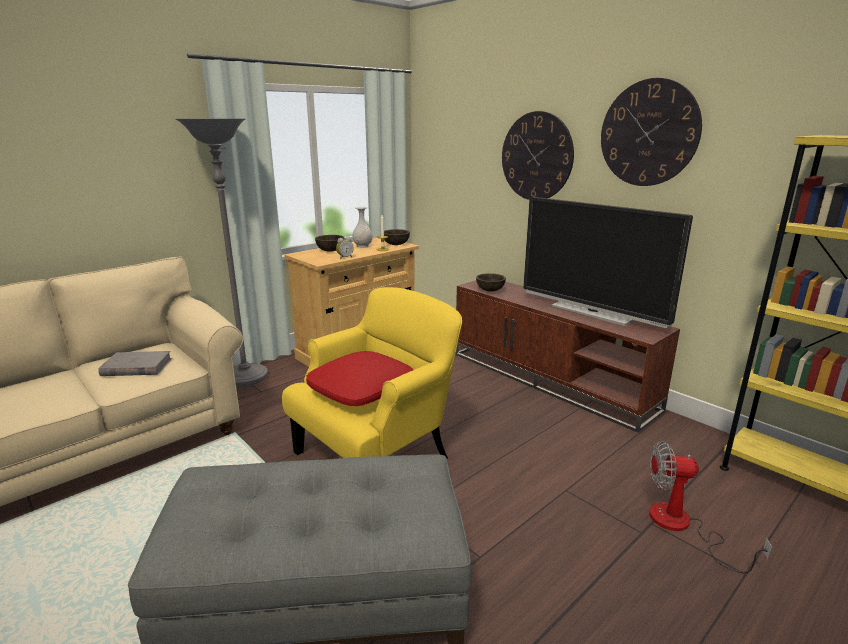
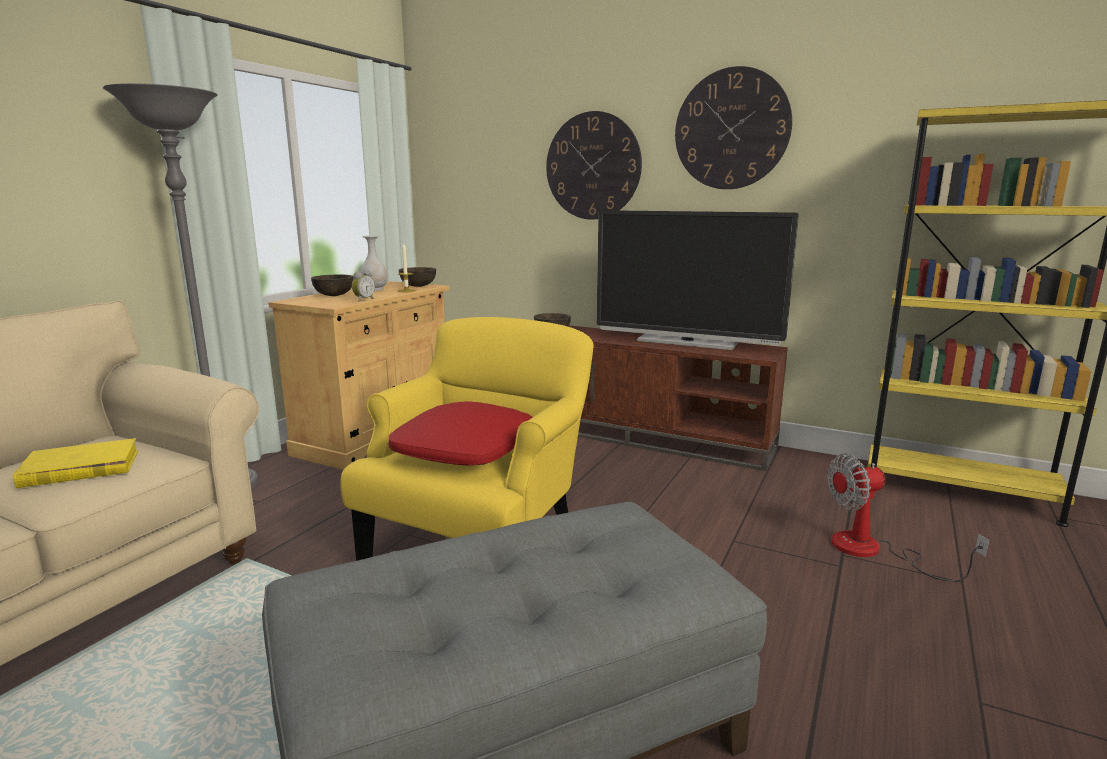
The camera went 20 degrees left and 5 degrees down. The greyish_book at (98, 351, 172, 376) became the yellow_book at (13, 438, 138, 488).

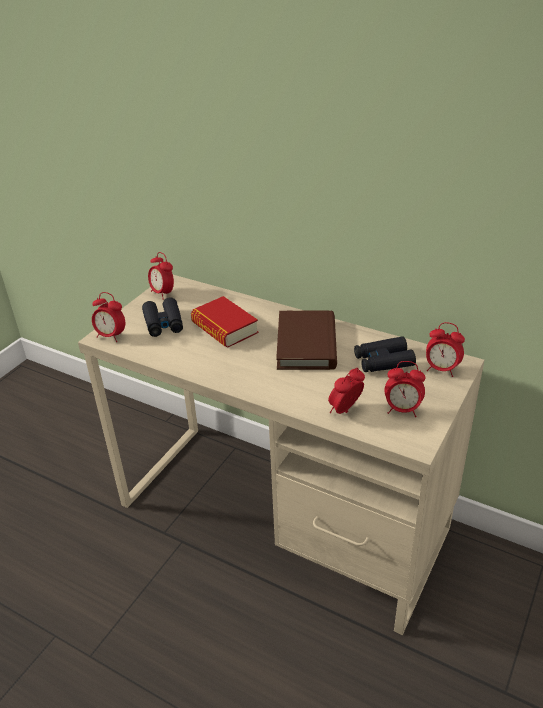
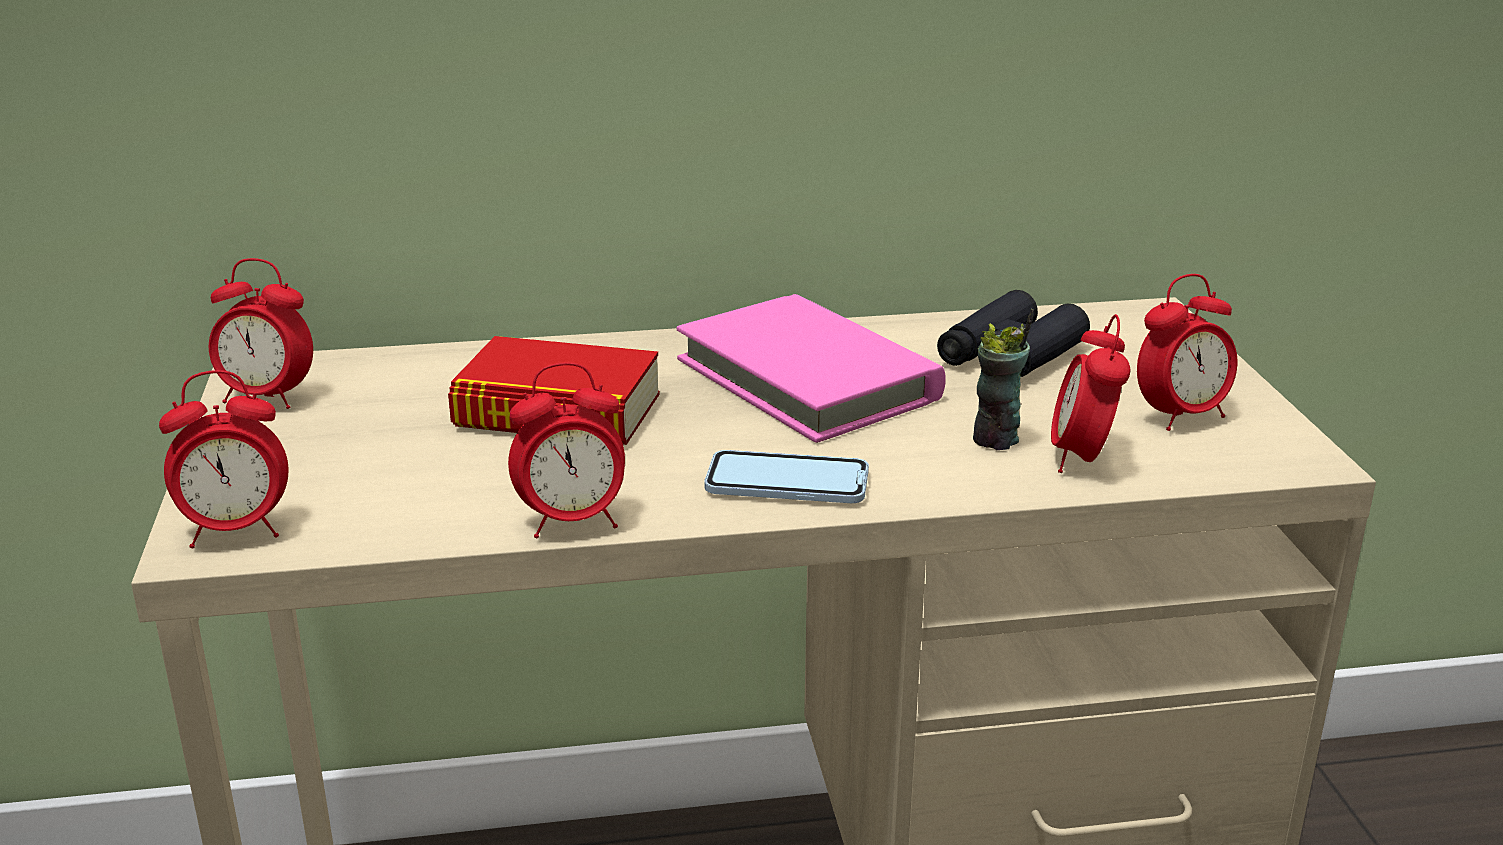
The camera went 40 degrees left and 10 degrees down. The black_field_glasses at (142, 297, 183, 337) disappeared. The brown_book at (276, 310, 337, 370) became the pink_book at (676, 294, 946, 443). The table_clock moved from (426, 322, 465, 377) to (508, 362, 625, 538). The cup at (973, 309, 1034, 450) appeared. The handset at (704, 450, 869, 503) appeared.

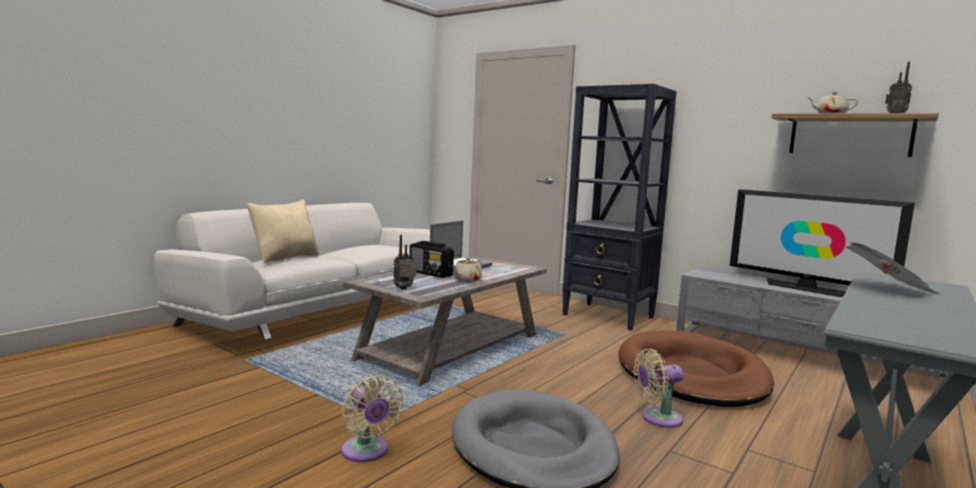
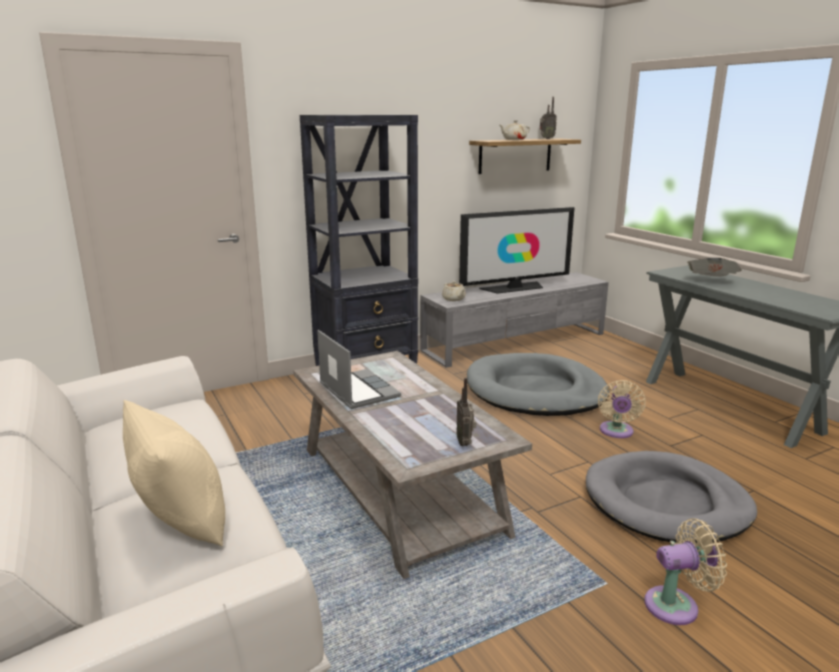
The camera went 65 degrees left and 10 degrees up. The radio_receiver at (409, 241, 454, 278) disappeared. The sand-coloured_tea_pot moved from (452, 257, 482, 282) to (442, 281, 466, 301). The brown_pet_bed at (618, 330, 774, 407) became the greyish_pet_bed at (467, 353, 609, 416).

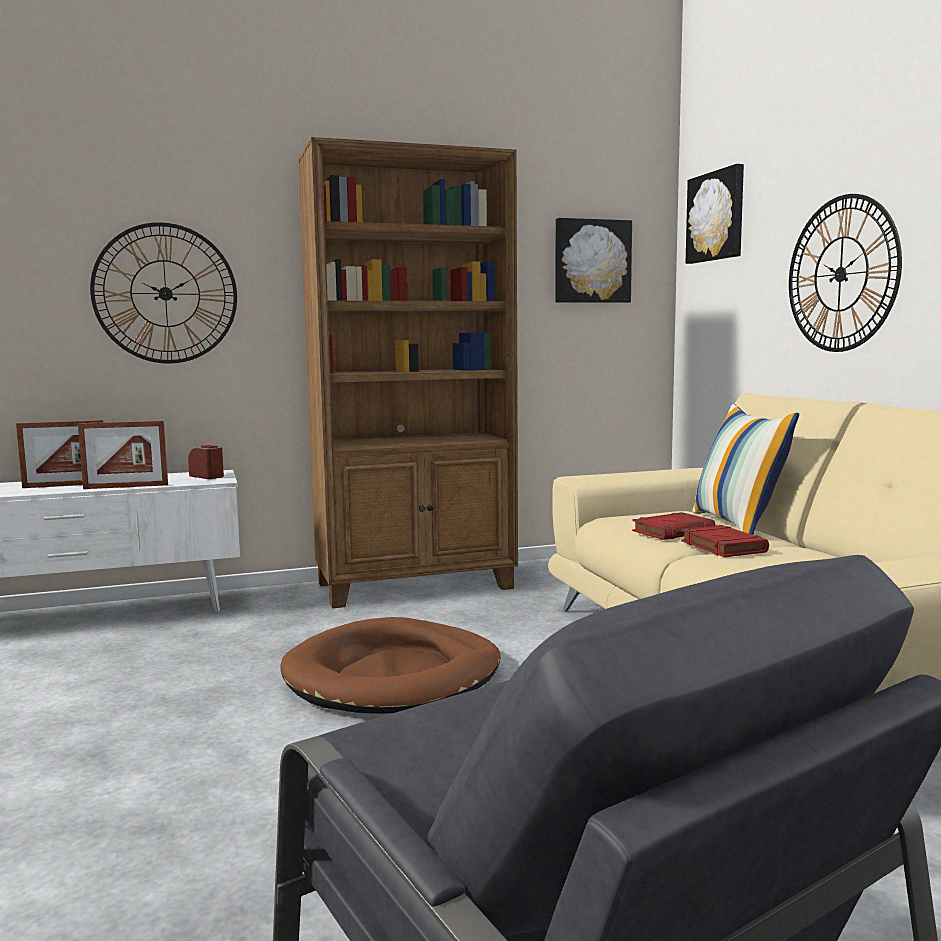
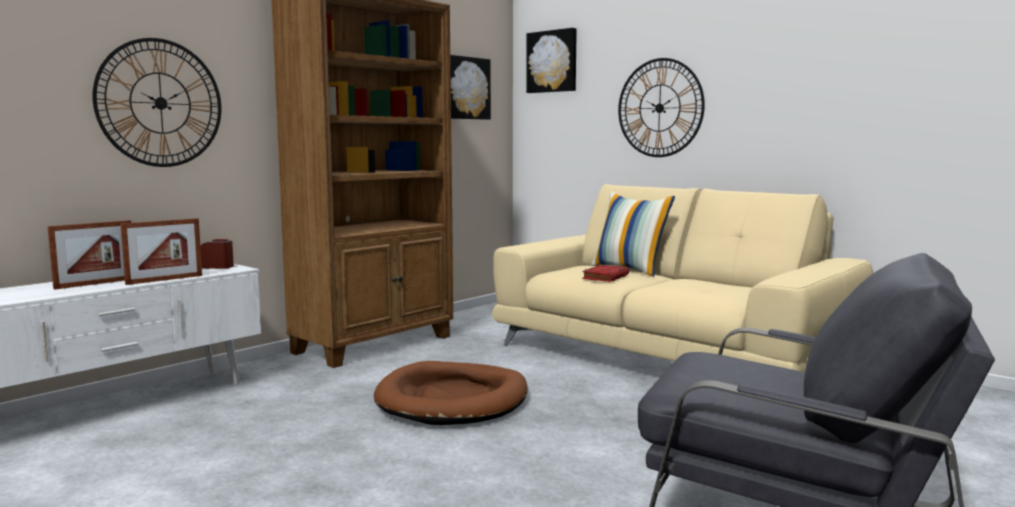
The camera went 30 degrees left and 0 degrees up. The red-coloured_book at (681, 525, 769, 557) disappeared.

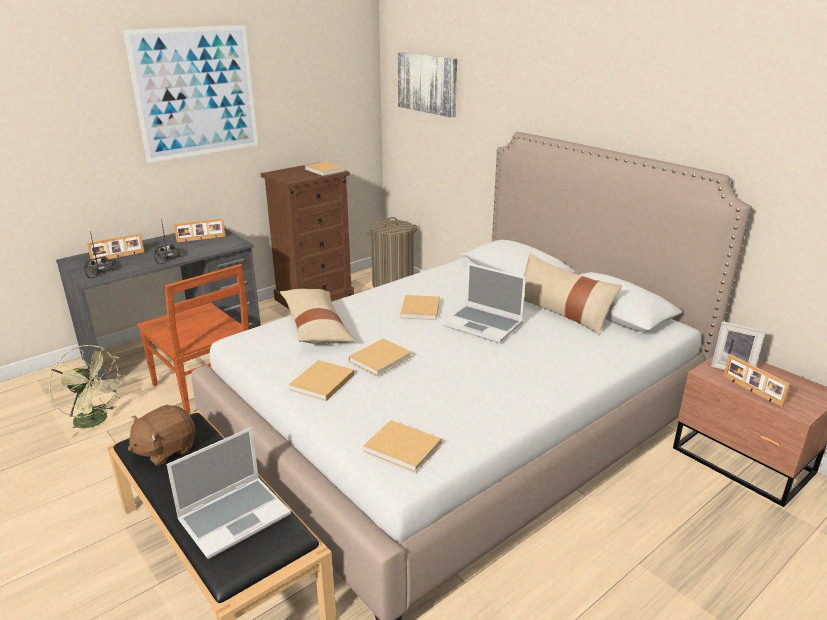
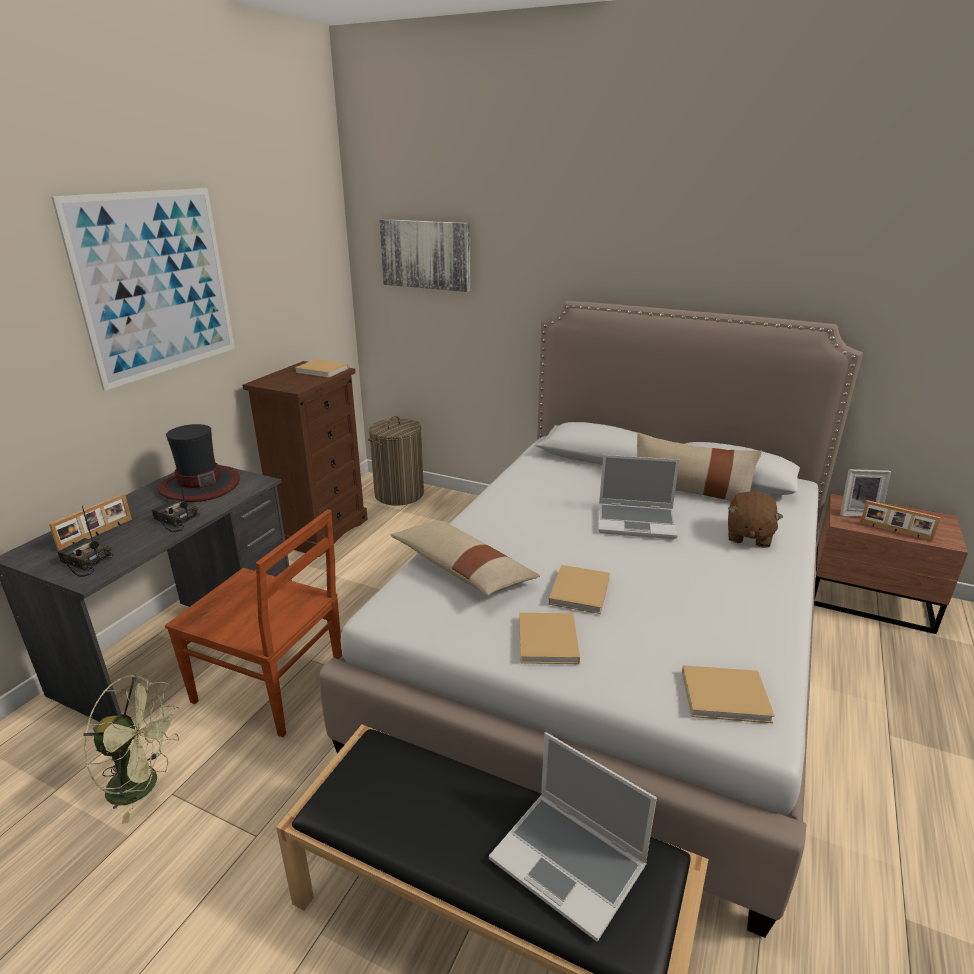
The camera went 25 degrees left and 0 degrees up. The picture_frame at (174, 218, 225, 242) was replaced by the wearable_hat at (158, 424, 240, 502). The sand-coloured_book at (400, 295, 440, 320) disappeared. The brown_cuddly_toy moved from (128, 405, 196, 466) to (728, 491, 783, 548). The laptop at (167, 427, 291, 559) turned 105 degrees clockwise.

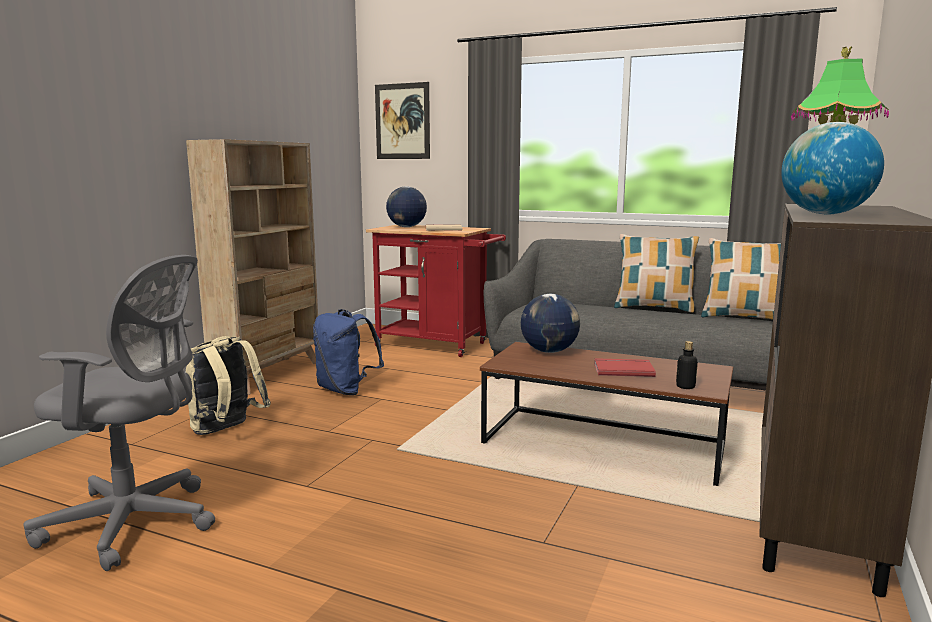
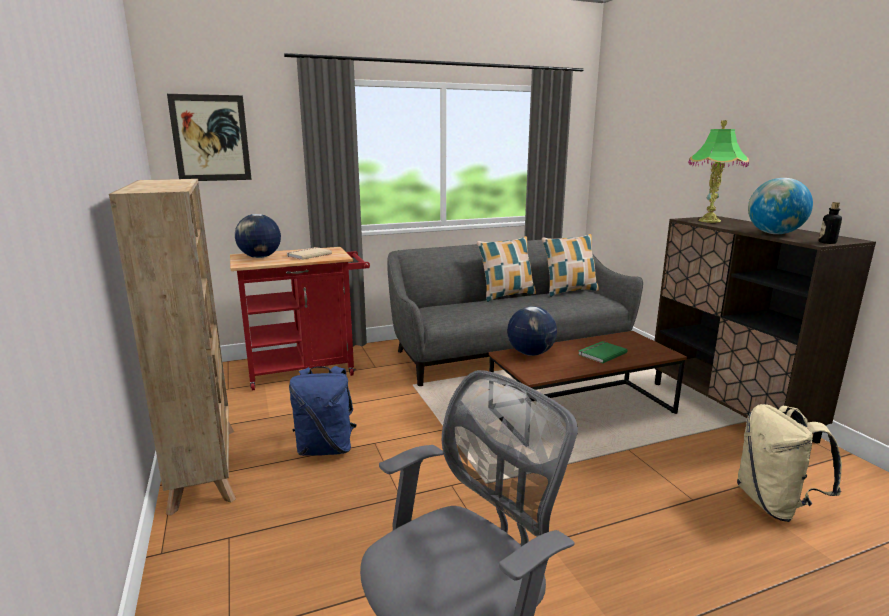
The camera went 45 degrees left and 5 degrees up. The sand-coloured_backpack moved from (186, 336, 271, 435) to (737, 404, 842, 522). The beverage_bottle moved from (676, 341, 698, 389) to (819, 202, 842, 244). The red-coloured_book at (594, 358, 656, 377) became the green-coloured_book at (578, 341, 628, 364).

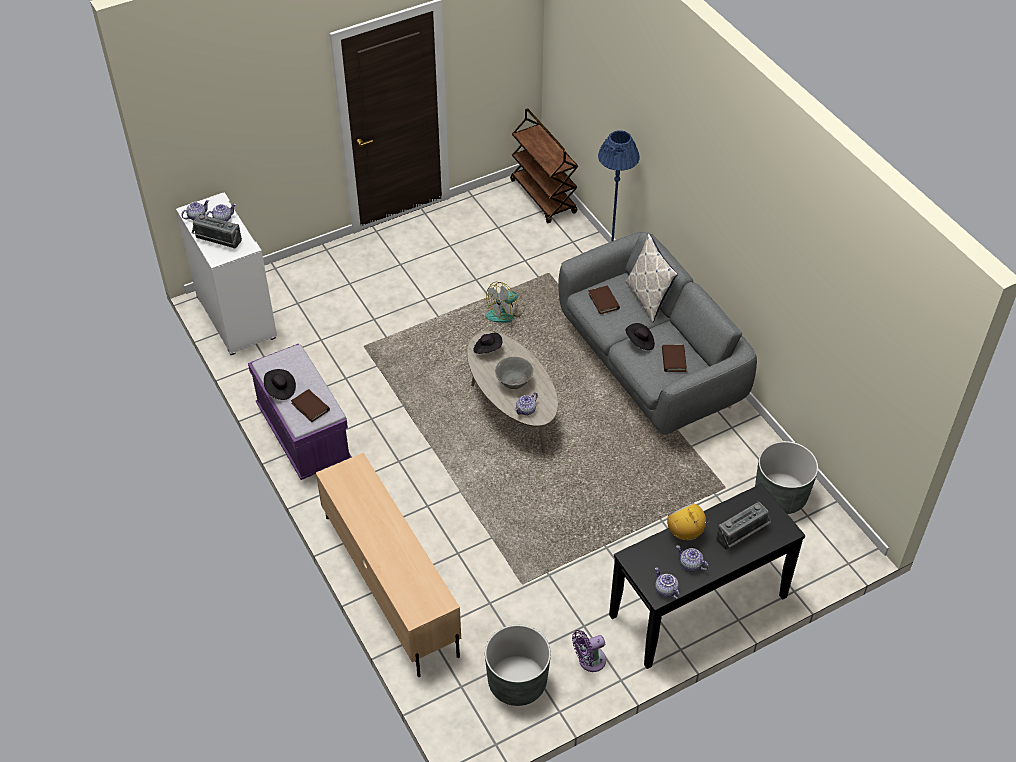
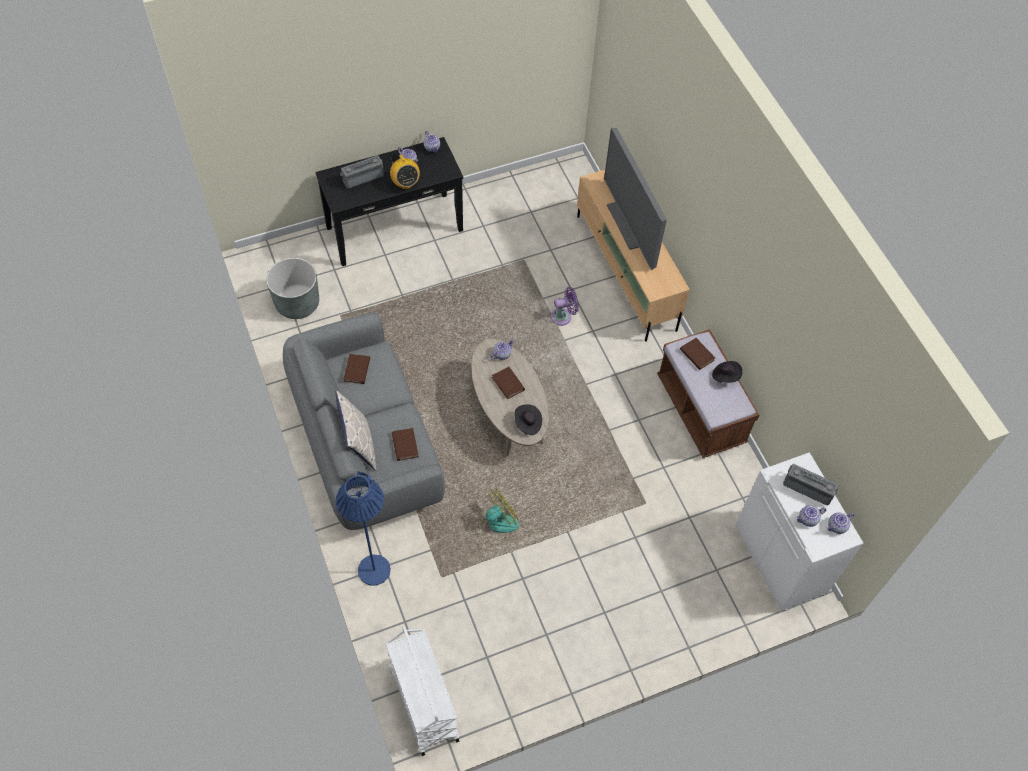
The camera went 175 degrees left and 10 degrees up. The brown_trolley at (510, 108, 578, 223) became the white-coloured_trolley at (386, 626, 459, 756). The black_wearable_hat at (625, 323, 655, 350) disappeared. The purple_long_seat at (248, 344, 352, 480) became the brown_long_seat at (657, 329, 759, 458). The greyish_serving_bowl at (495, 357, 533, 389) was replaced by the brown_book at (492, 367, 525, 400). The greyish_flower_pot at (485, 625, 551, 706) disappeared. The purple_fan moved from (572, 630, 606, 672) to (551, 287, 579, 326). The TV at (604, 128, 667, 270) appeared.

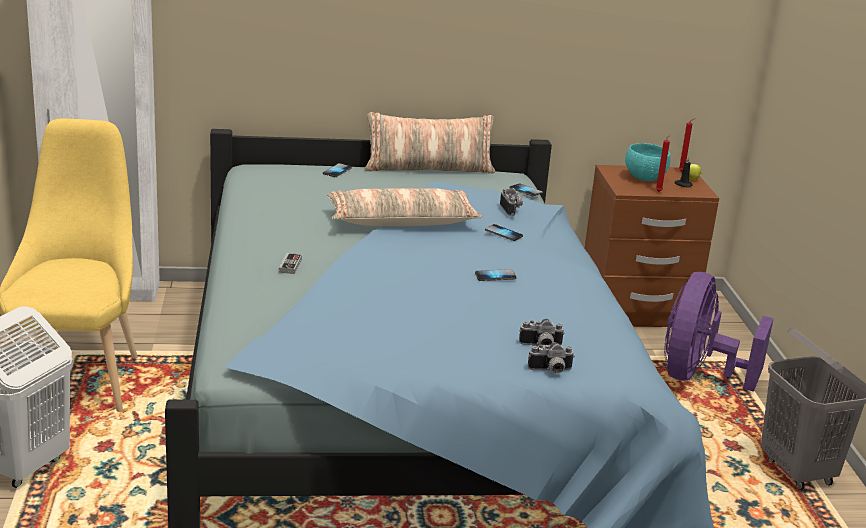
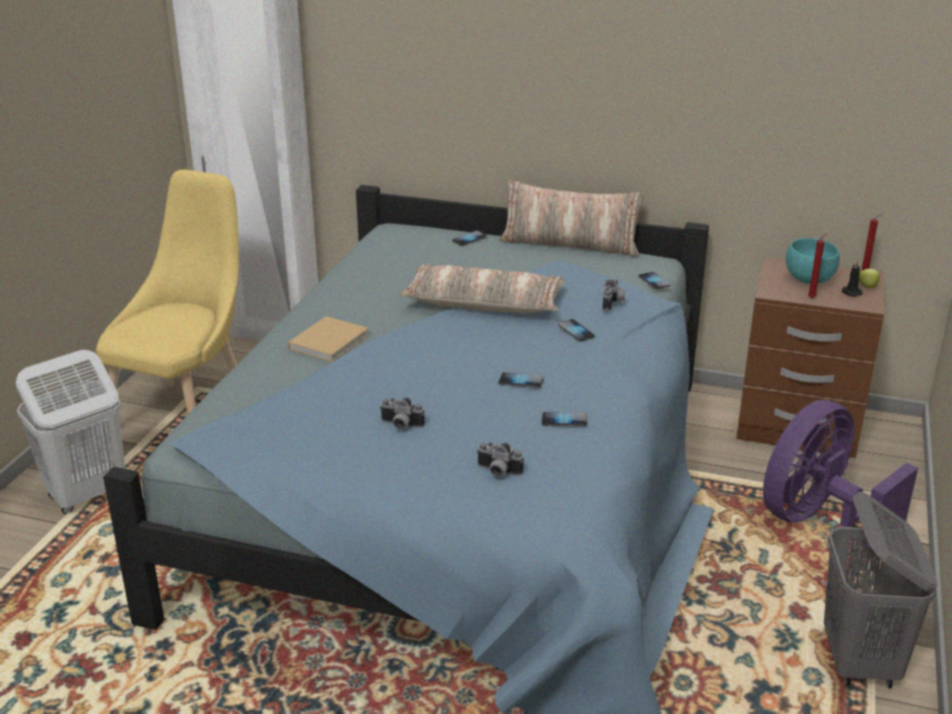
The camera went 25 degrees right and 5 degrees up. The joypad at (279, 253, 302, 274) was replaced by the sand-coloured_book at (288, 316, 369, 362). The still_camera moved from (528, 342, 575, 373) to (380, 398, 425, 429). The handset at (542, 412, 587, 427) appeared.

